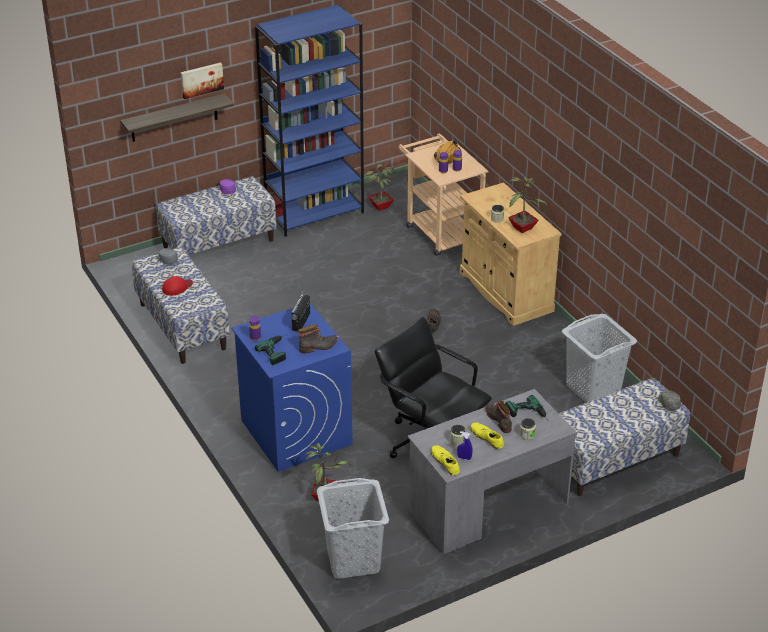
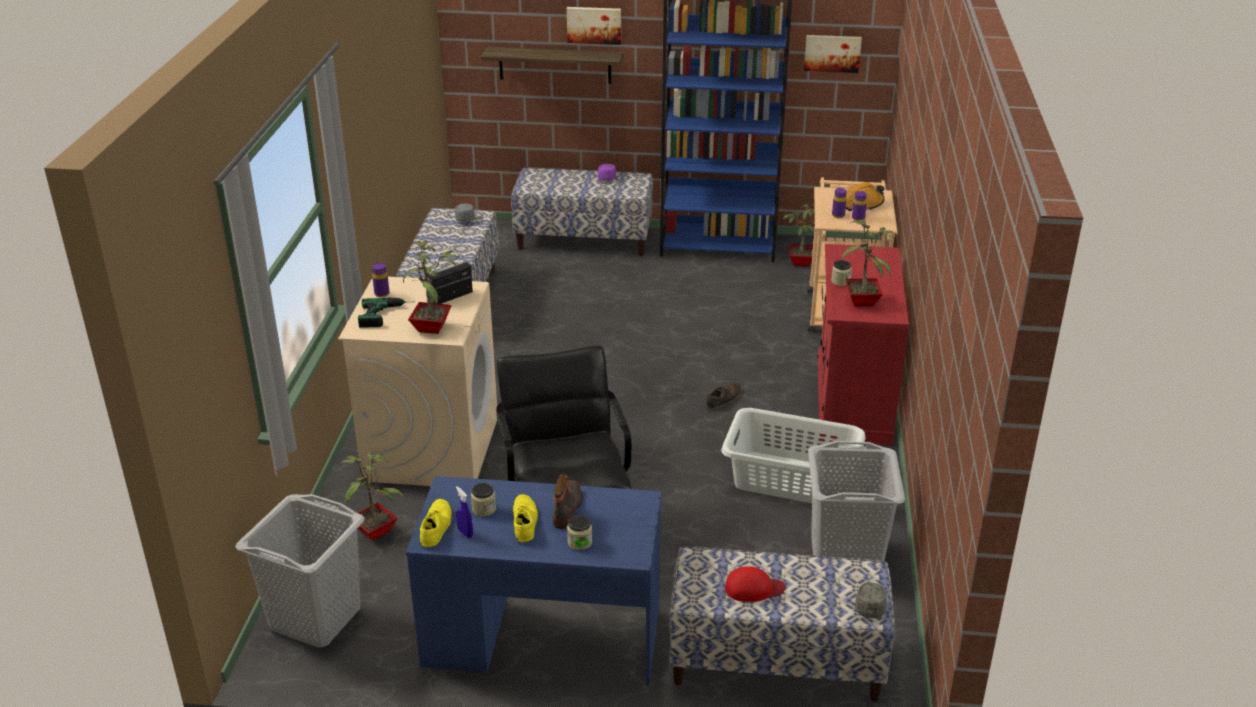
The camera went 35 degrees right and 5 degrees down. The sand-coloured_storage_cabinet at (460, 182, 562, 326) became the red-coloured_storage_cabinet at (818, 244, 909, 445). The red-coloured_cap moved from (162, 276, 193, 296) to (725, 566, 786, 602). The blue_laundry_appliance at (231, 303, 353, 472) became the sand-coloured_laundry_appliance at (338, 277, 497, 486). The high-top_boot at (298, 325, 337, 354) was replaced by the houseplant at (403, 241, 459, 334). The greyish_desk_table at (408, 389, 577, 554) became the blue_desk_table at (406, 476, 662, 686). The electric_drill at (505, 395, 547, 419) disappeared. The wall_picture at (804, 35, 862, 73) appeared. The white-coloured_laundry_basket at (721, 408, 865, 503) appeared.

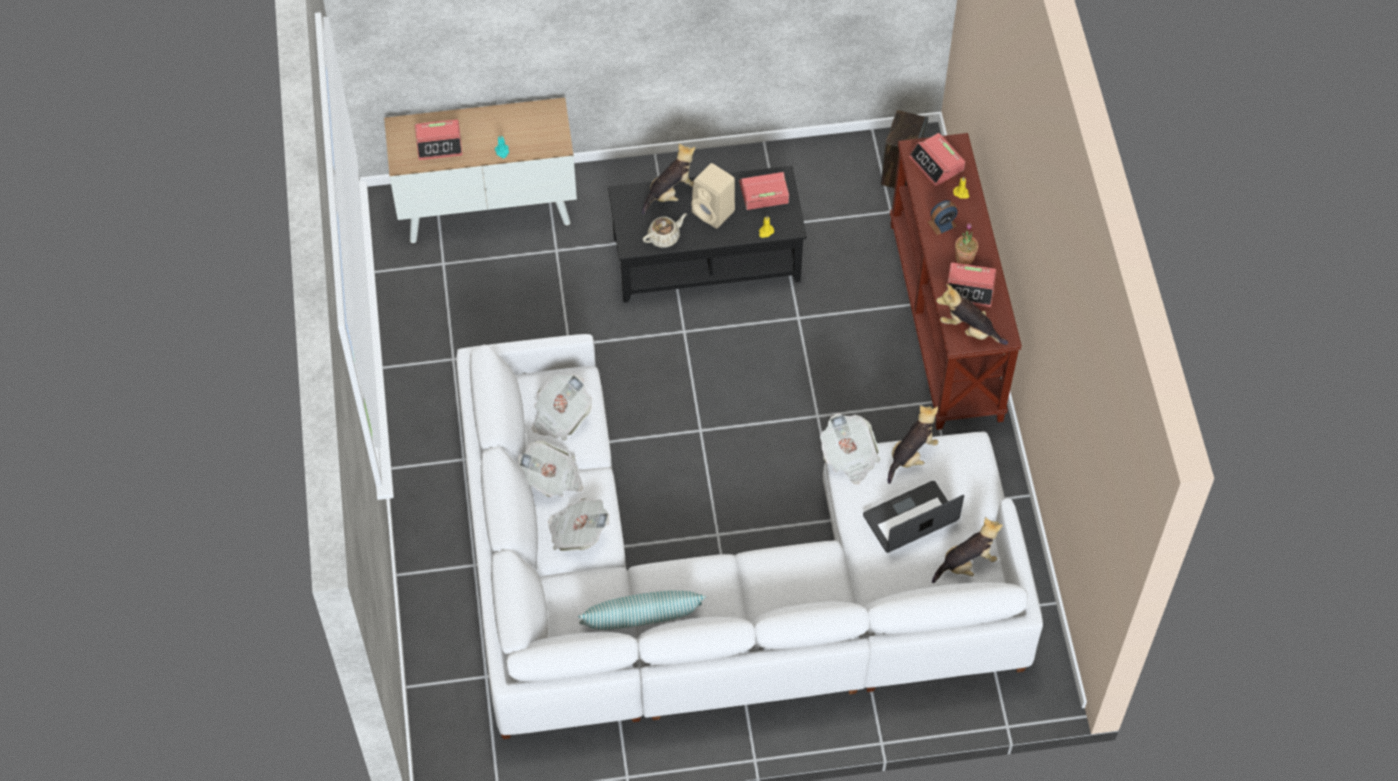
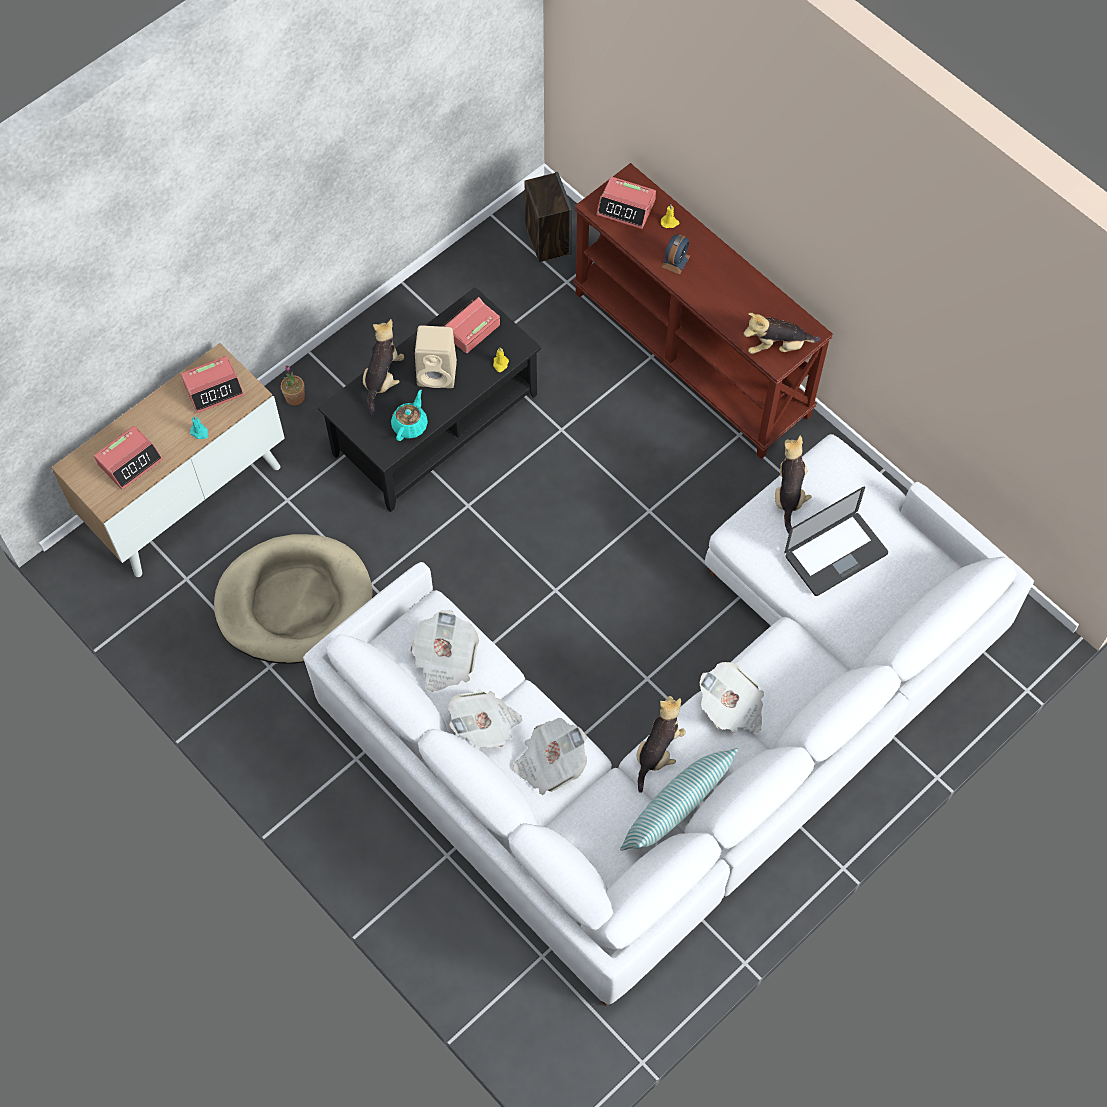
The camera went 35 degrees left and 5 degrees up. The sand-coloured_tea_pot at (643, 213, 687, 248) became the blue-green_tea_pot at (391, 390, 428, 441). The houseplant moved from (955, 223, 978, 265) to (281, 365, 305, 405). The table_clock moved from (946, 262, 996, 307) to (181, 356, 244, 413). The printed_paper moved from (820, 413, 881, 484) to (700, 662, 764, 733). The laptop at (863, 481, 964, 553) turned 150 degrees counterclockwise. The cuddly_toy moved from (932, 517, 1003, 583) to (637, 696, 686, 793). The sand-coloured_pet_bed at (214, 534, 373, 664) appeared.

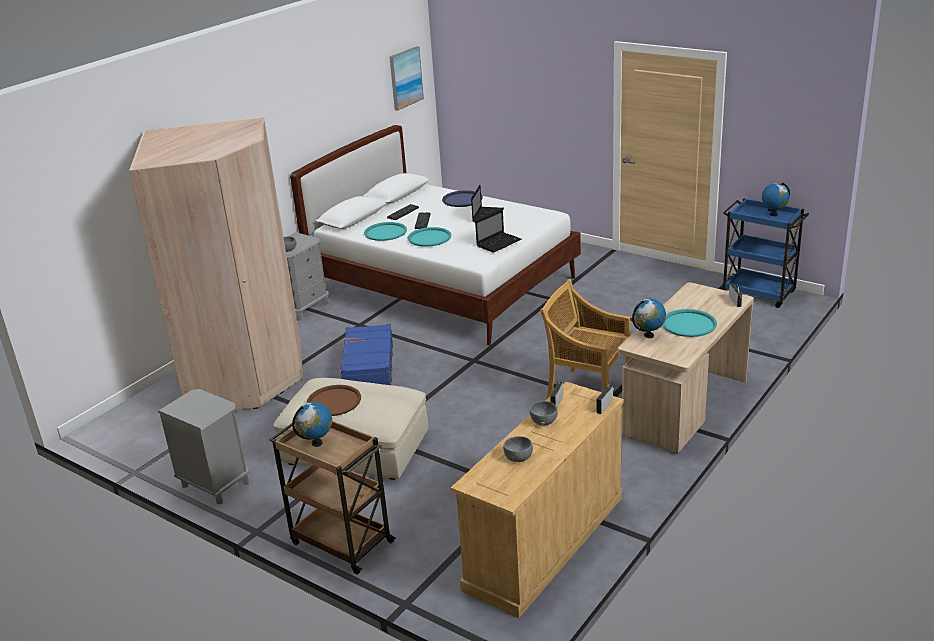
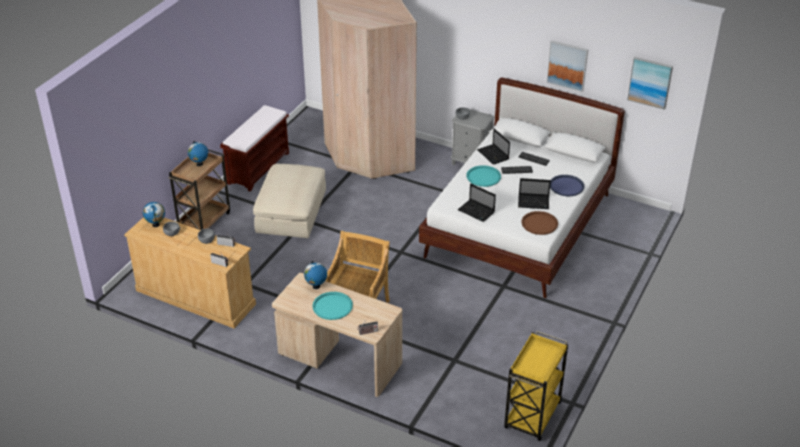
The camera went 80 degrees right and 10 degrees up. The globe moved from (762, 182, 790, 216) to (143, 202, 165, 227). The blue_trolley at (717, 198, 809, 308) became the yellow_trolley at (504, 331, 568, 441). The blue-green_carrying_tray at (364, 222, 407, 241) was replaced by the laptop at (477, 128, 510, 165). The blue_piece_of_luggage at (340, 324, 393, 385) disappeared. The brown_carrying_tray moved from (307, 385, 361, 416) to (521, 211, 558, 235). The greyish_nightstand at (158, 389, 249, 505) was replaced by the brown_long_seat at (220, 105, 289, 192). The wall_picture at (546, 40, 588, 92) appeared.

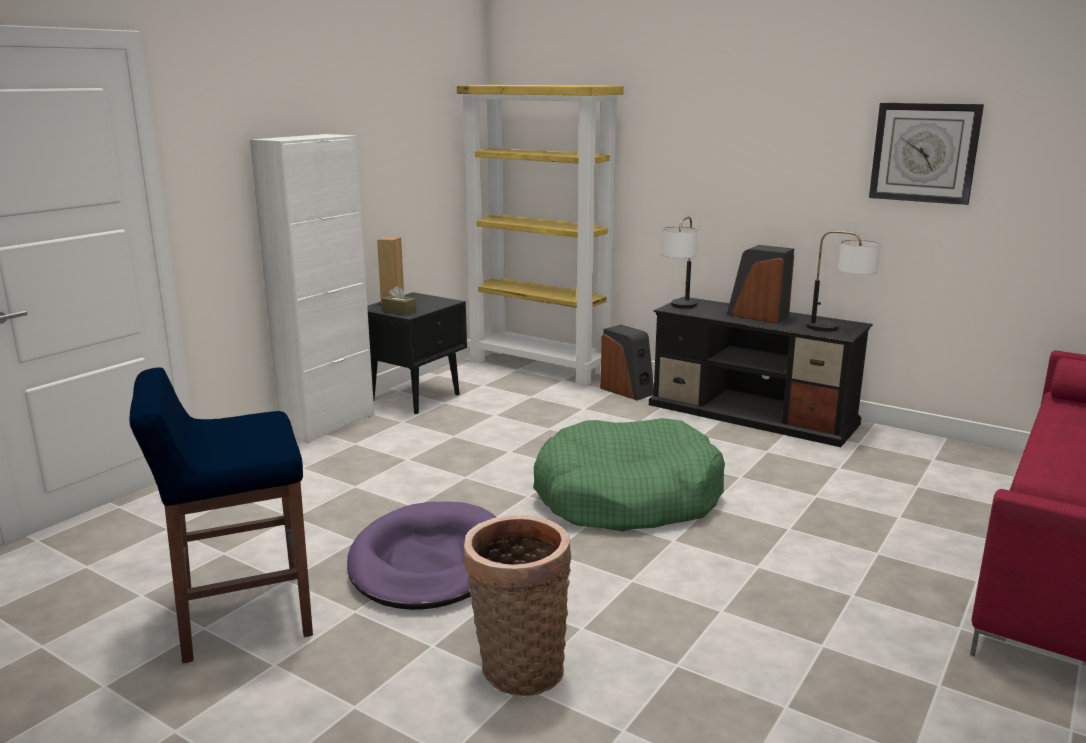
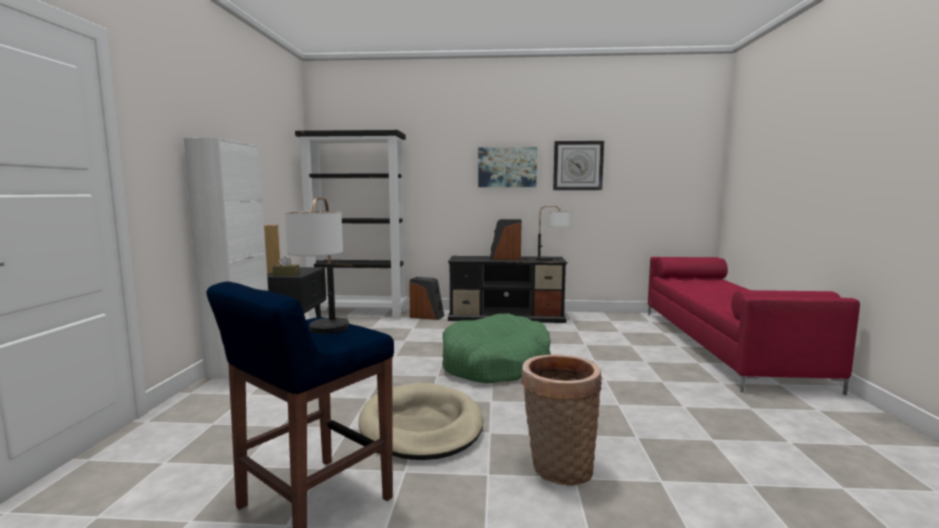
The camera went 30 degrees left and 10 degrees down. The yellow_shelving_unit at (457, 85, 624, 386) became the black_shelving_unit at (295, 130, 407, 318). The lamp_for_a_table moved from (662, 217, 698, 309) to (285, 197, 349, 334). The purple_pet_bed at (347, 502, 496, 610) became the sand-coloured_pet_bed at (358, 383, 483, 460). The wall_picture at (478, 147, 537, 187) appeared.

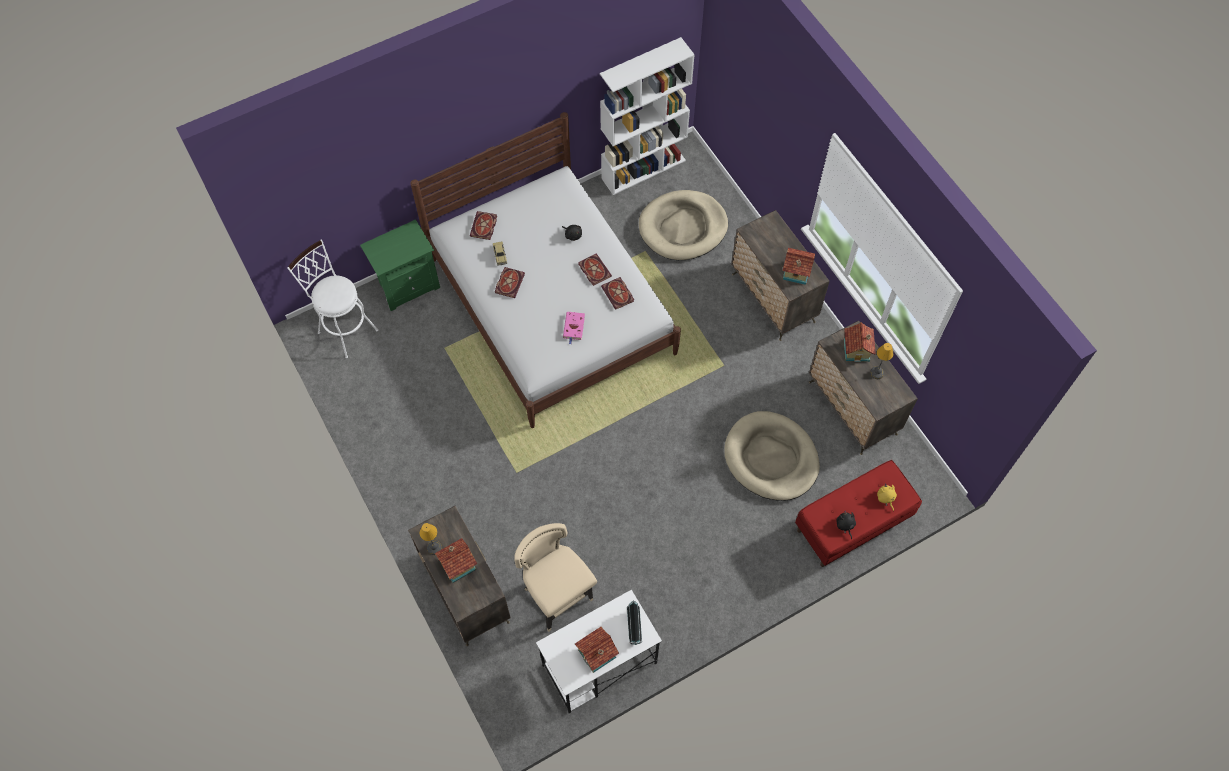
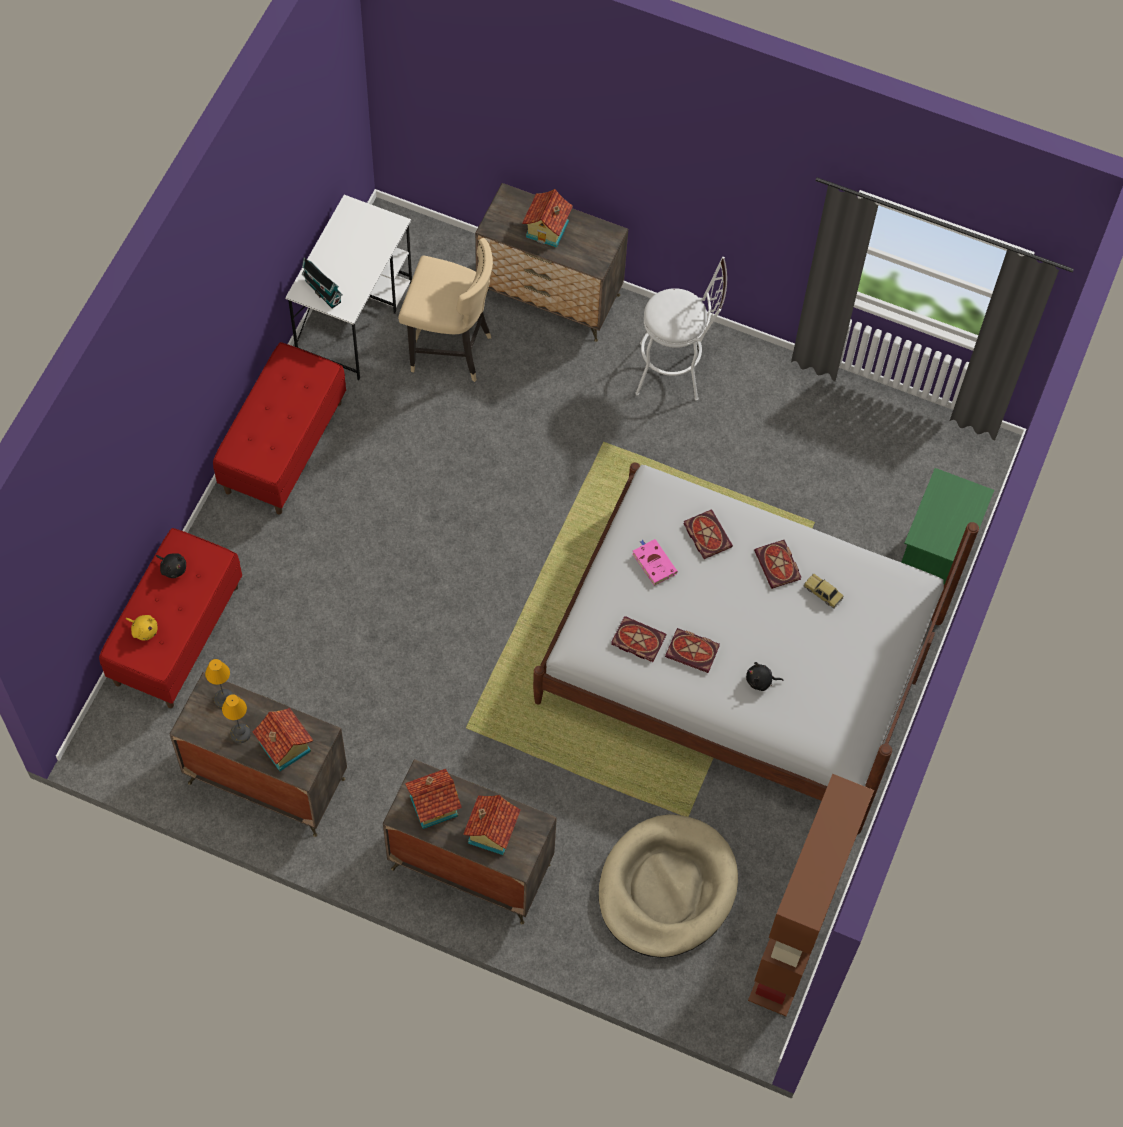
The camera went 140 degrees right and 0 degrees up. The white-coloured_shelving_unit at (600, 37, 695, 195) became the brown_shelving_unit at (748, 774, 874, 1016). The book moved from (470, 211, 497, 240) to (683, 509, 733, 559). The white-coloured_stool moved from (287, 240, 379, 358) to (635, 257, 727, 401). The sand-coloured_pet_bed at (724, 411, 820, 501) disappeared. The lamp_for_a_table moved from (420, 523, 442, 555) to (205, 659, 233, 708). The miniature_house moved from (575, 627, 619, 673) to (463, 795, 521, 855). The red-coloured_long_seat at (213, 342, 346, 515) appeared.

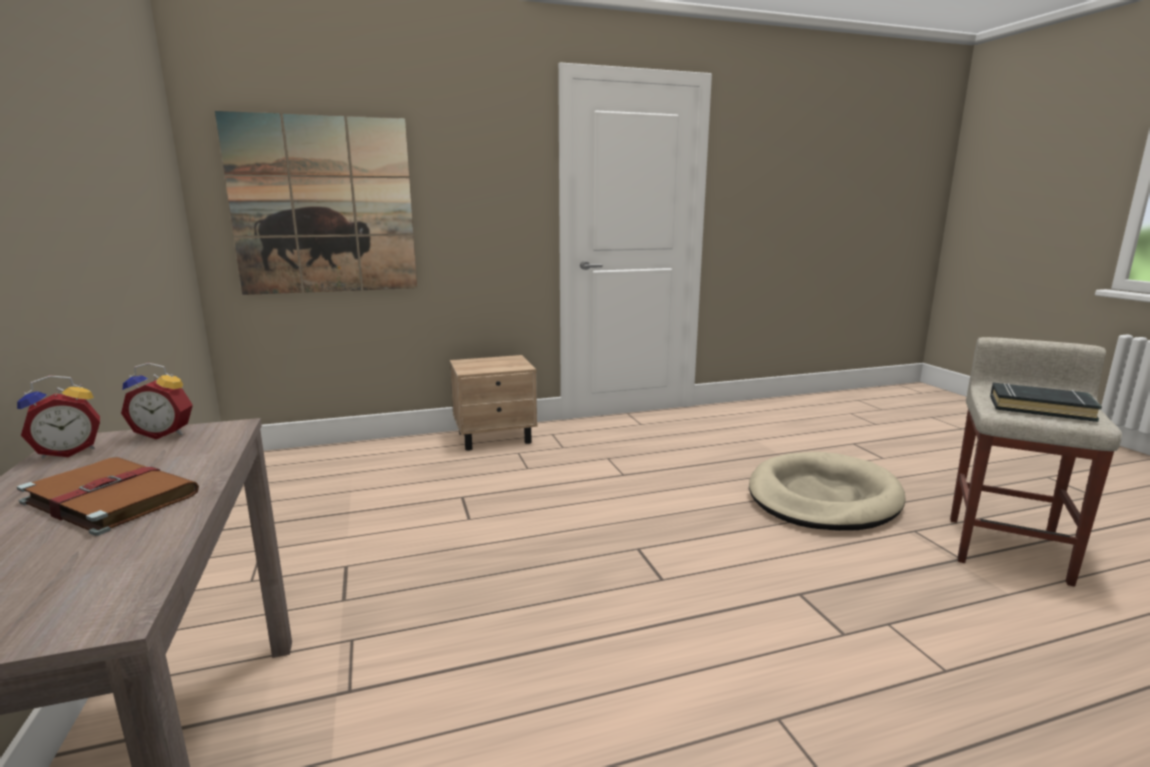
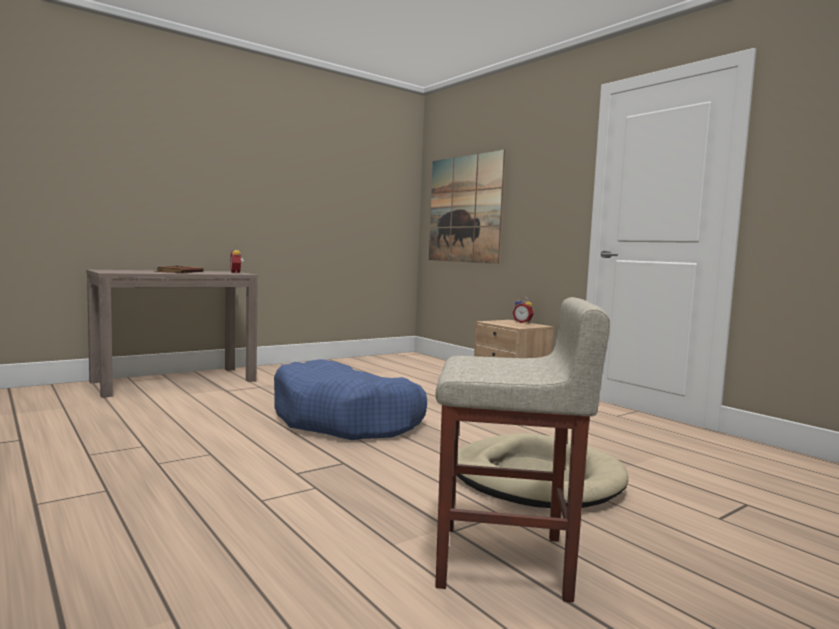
The camera went 70 degrees right and 10 degrees down. The table_clock moved from (17, 375, 100, 459) to (512, 297, 534, 323). The black_book at (990, 383, 1102, 422) disappeared. The blue_pet_bed at (274, 359, 427, 440) appeared.

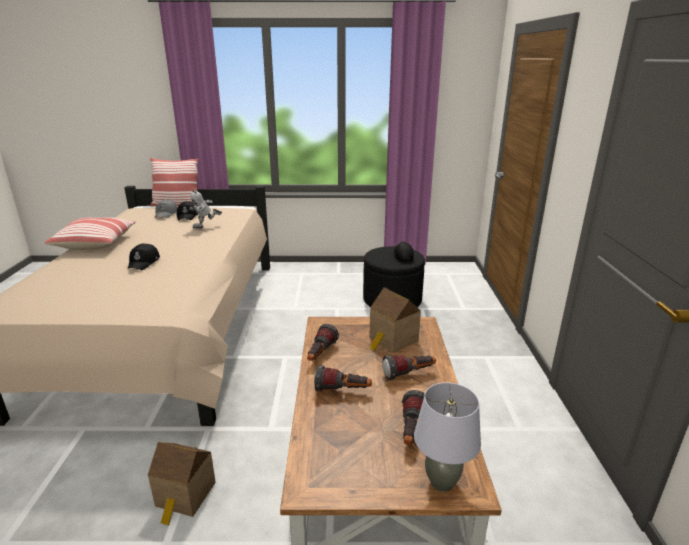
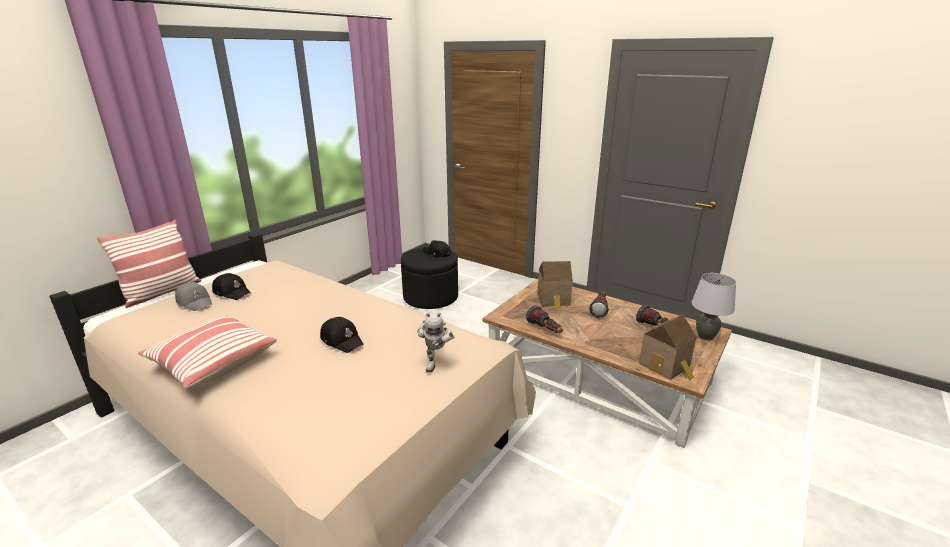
The camera went 55 degrees left and 0 degrees up. The model_robot moved from (189, 190, 222, 228) to (417, 312, 454, 373). The hand_torch at (314, 365, 372, 392) disappeared. The miniature_house moved from (148, 442, 216, 526) to (639, 314, 697, 380).

